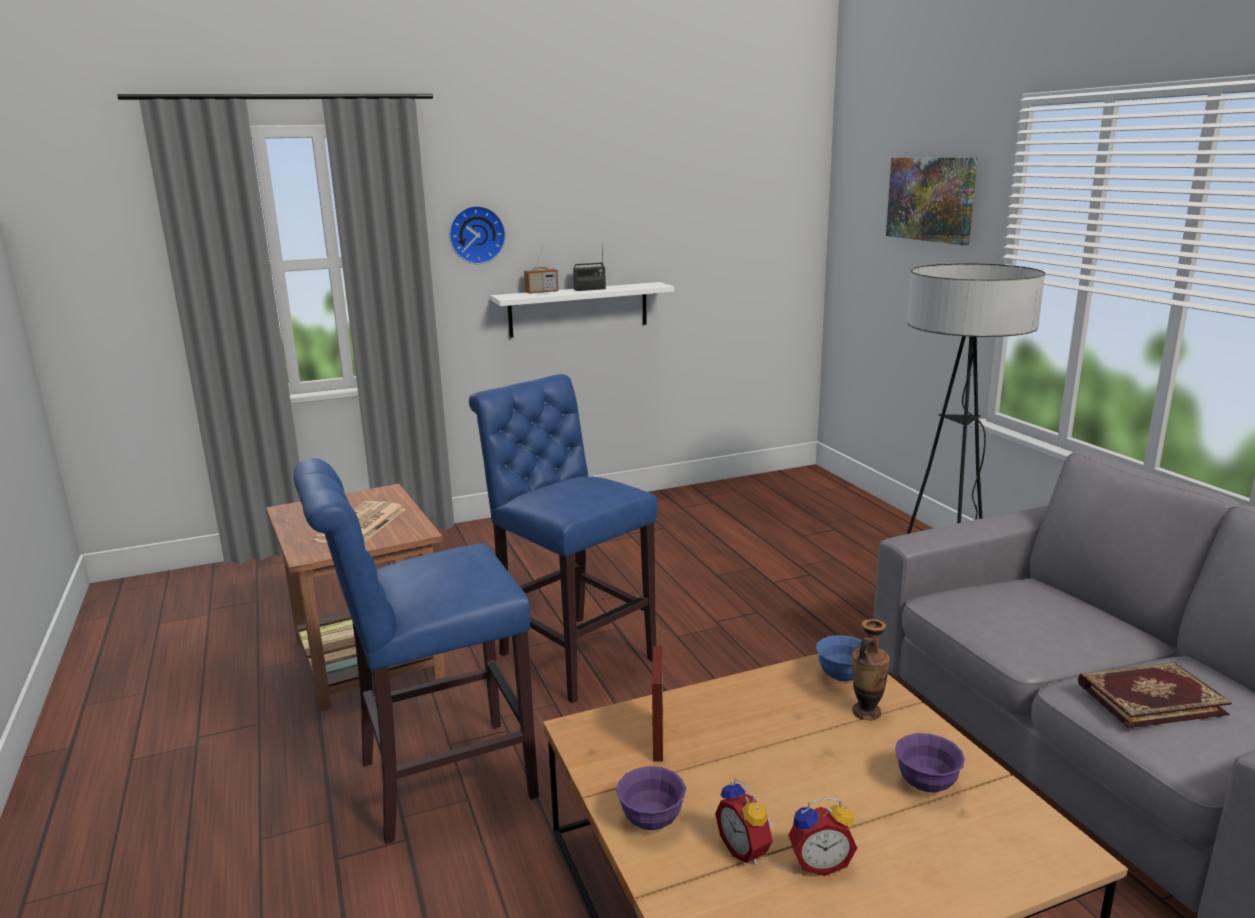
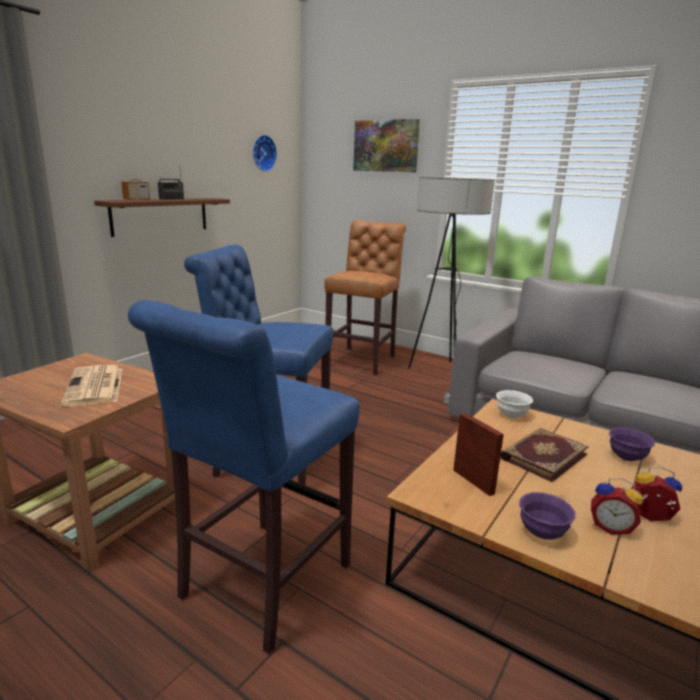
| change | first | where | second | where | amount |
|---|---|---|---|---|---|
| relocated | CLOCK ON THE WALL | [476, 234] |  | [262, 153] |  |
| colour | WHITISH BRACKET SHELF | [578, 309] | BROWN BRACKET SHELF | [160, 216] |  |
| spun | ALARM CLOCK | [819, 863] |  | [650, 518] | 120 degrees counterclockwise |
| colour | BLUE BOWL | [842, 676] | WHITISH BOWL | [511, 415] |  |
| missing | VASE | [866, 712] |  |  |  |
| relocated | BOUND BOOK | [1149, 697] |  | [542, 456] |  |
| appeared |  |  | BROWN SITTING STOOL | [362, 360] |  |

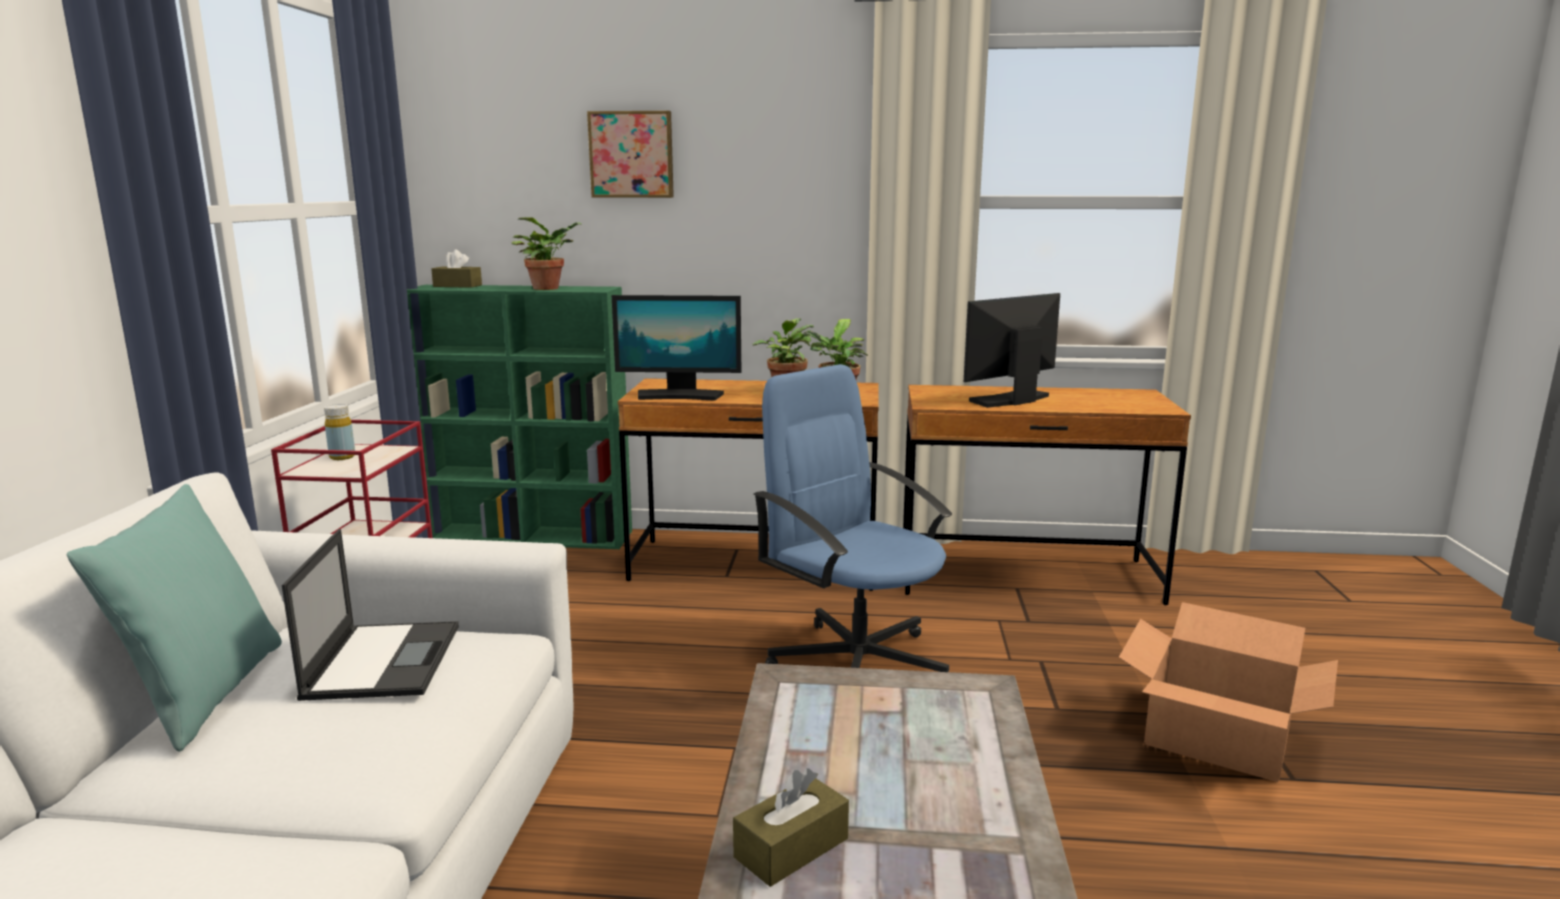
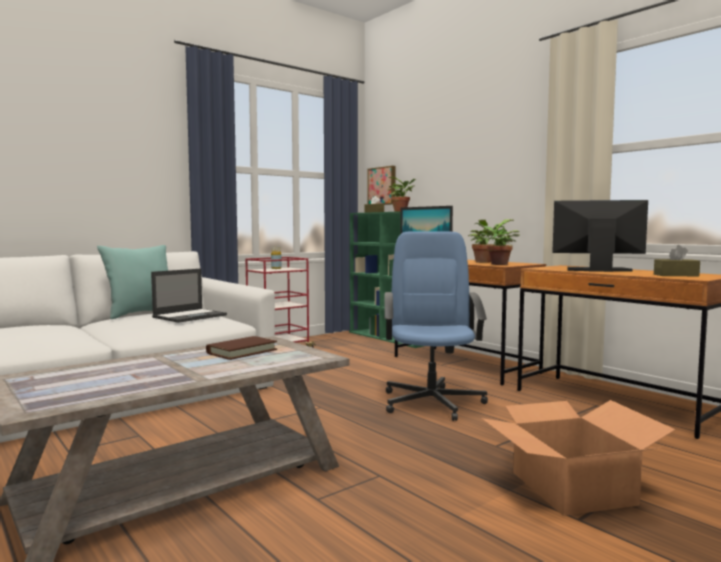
| change | first | where | second | where | amount |
|---|---|---|---|---|---|
| relocated | WALL ART | [632, 155] |  | [382, 186] |  |
| relocated | BROWN TISSUE BOX | [791, 848] |  | [676, 275] |  |
| appeared |  |  | BROWN BOUND BOOK | [242, 351] |  |

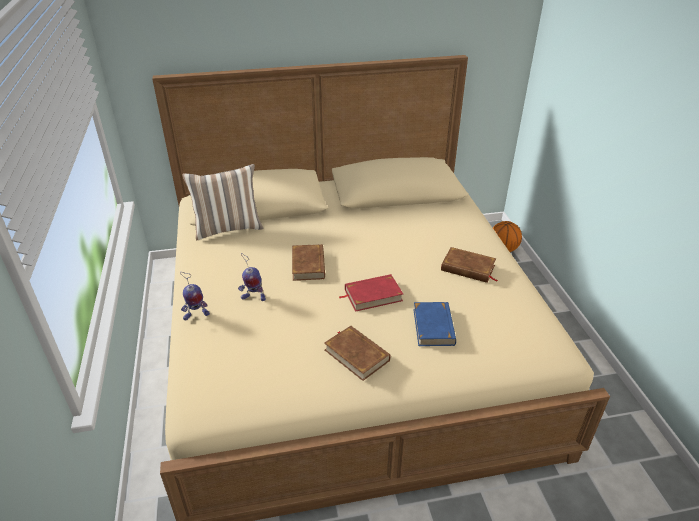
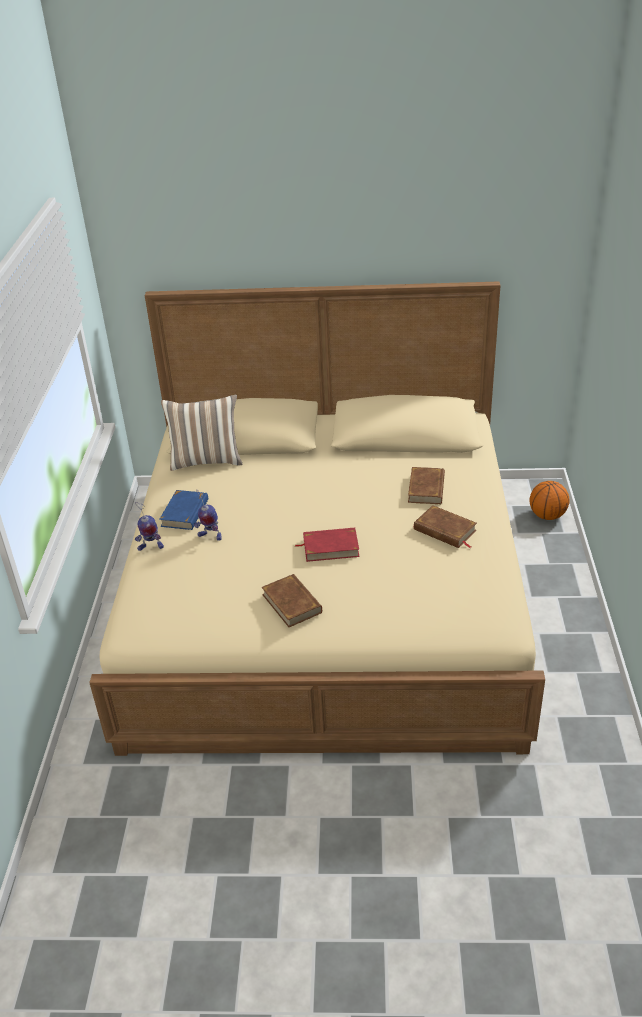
| change | first | where | second | where | amount |
|---|---|---|---|---|---|
| relocated | BROWN BOUND BOOK | [308, 265] |  | [426, 488] |  |
| relocated | BLUE BOUND BOOK | [434, 326] |  | [185, 513] |  |

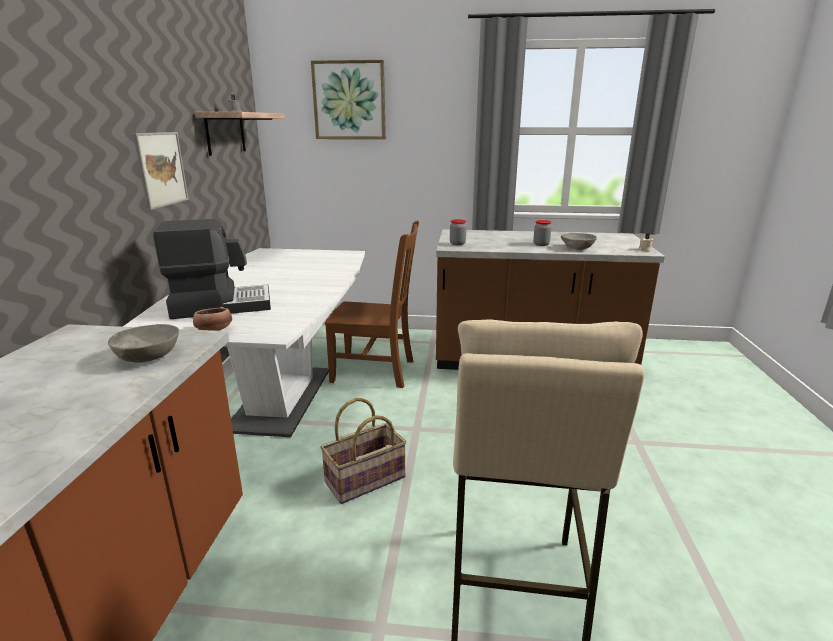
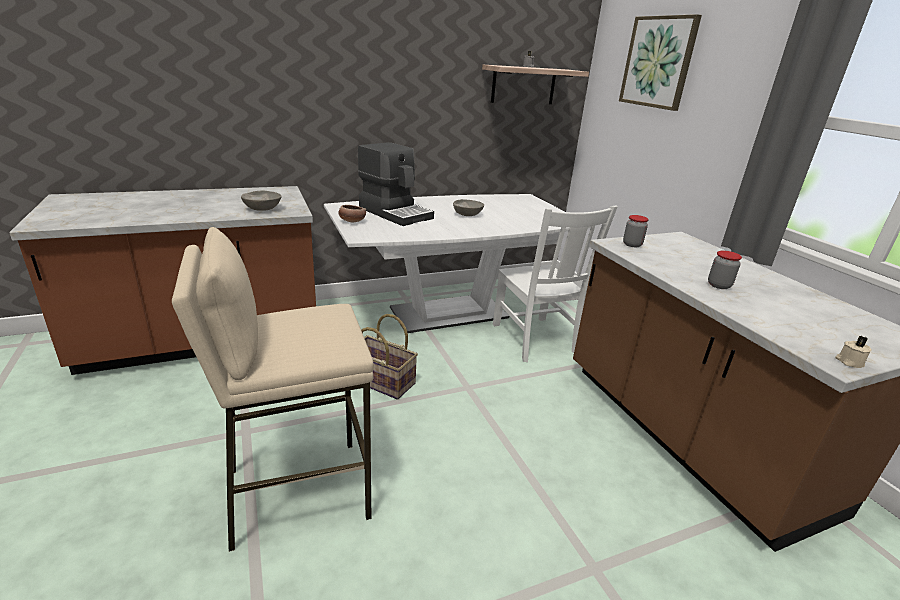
| change | first | where | second | where | amount |
|---|---|---|---|---|---|
| missing | WALL ART | [161, 169] |  |  |  |
| colour | BROWN UPRIGHT CHAIR | [376, 371] | WHITISH UPRIGHT CHAIR | [535, 340] |  |
| relocated | GREY BOWL | [577, 248] |  | [467, 215] |  |

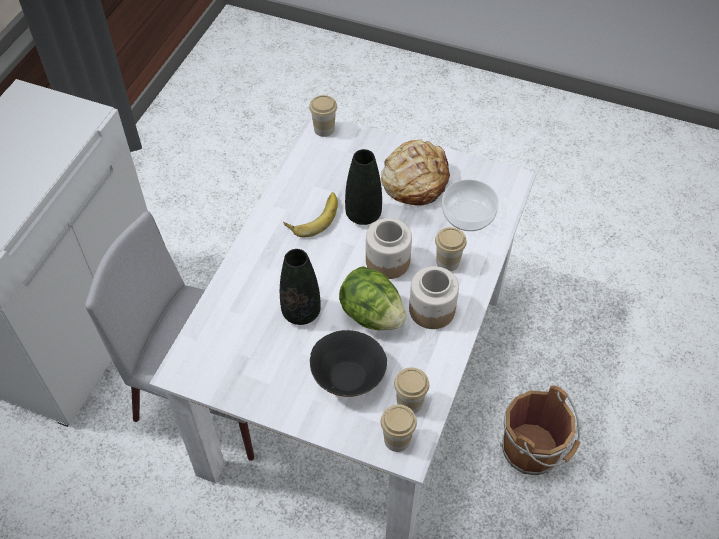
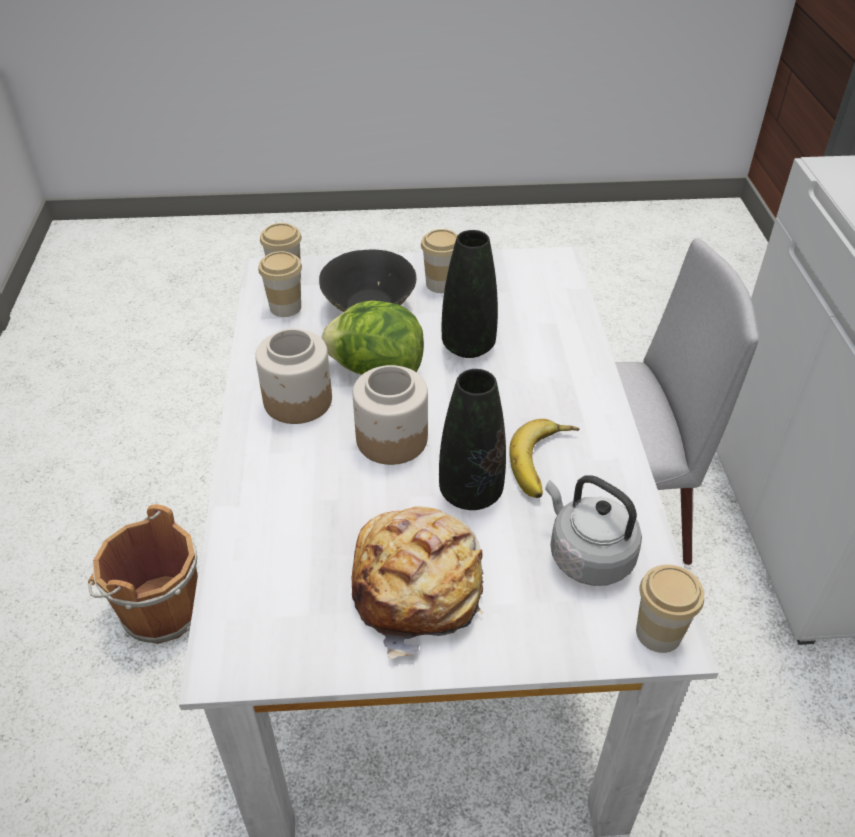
| change | first | where | second | where | amount |
|---|---|---|---|---|---|
| relocated | SMALL CUP | [447, 262] |  | [441, 284] |  |
| missing | BOWL | [468, 215] |  |  |  |
| appeared |  |  | GREY WATER KETTLE | [587, 555] |  |

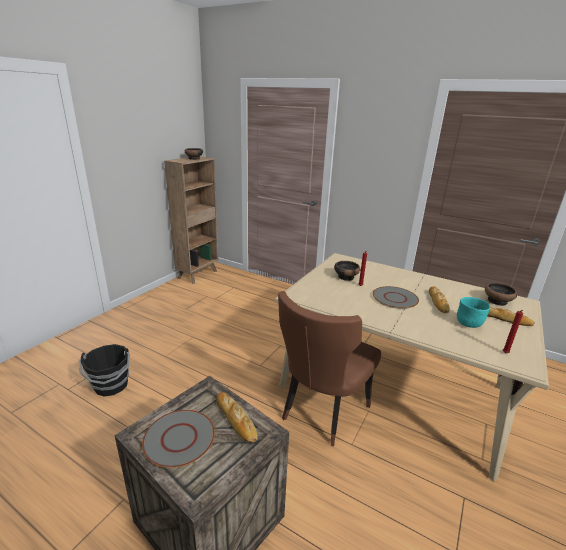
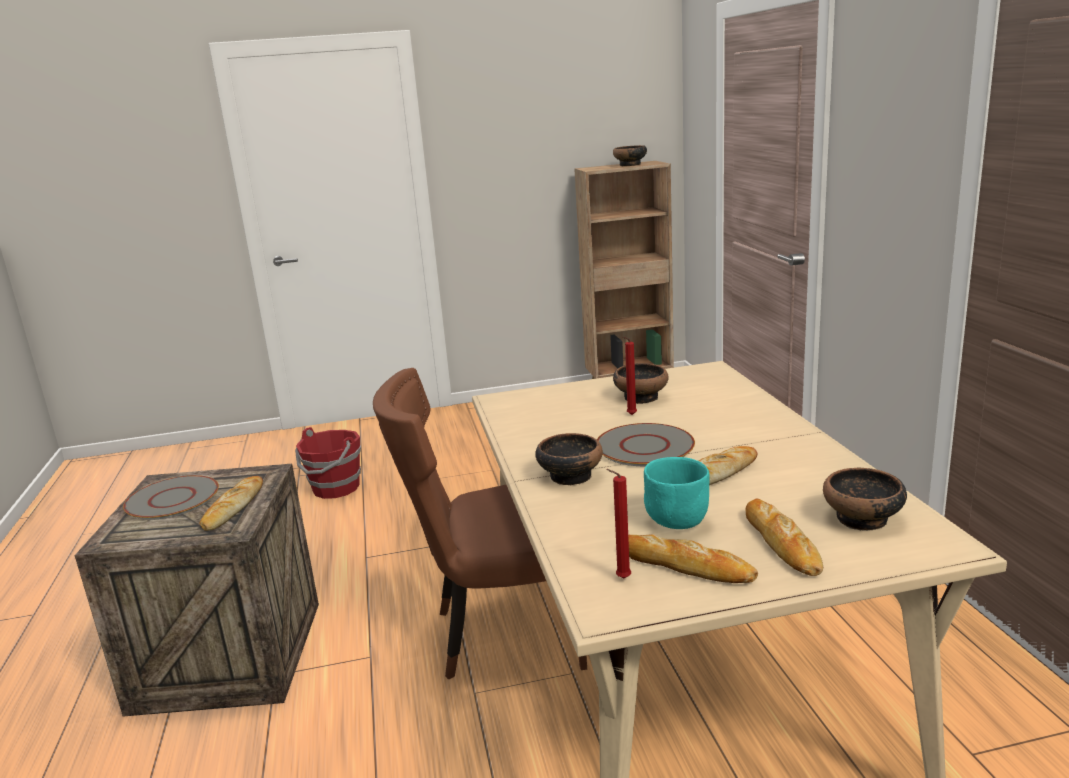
| change | first | where | second | where | amount |
|---|---|---|---|---|---|
| colour | BLACK-COLOURED PAIL | [111, 386] | RED-COLOURED PAIL | [335, 488] |  |
| appeared |  |  | BOWL | [570, 476] |  |
| appeared |  |  | BREAD | [686, 566] |  |

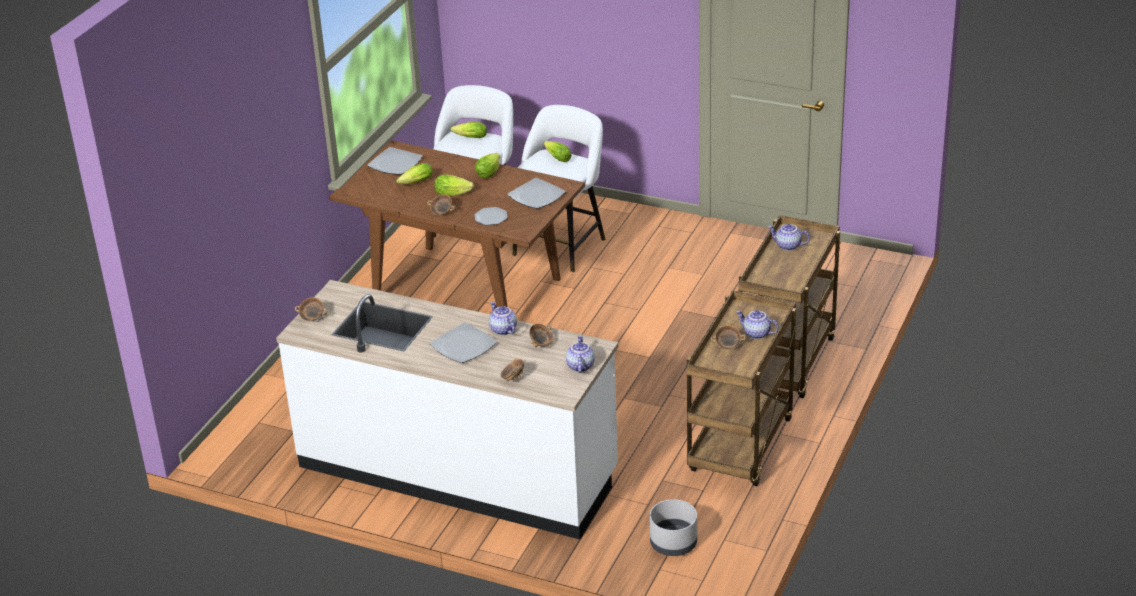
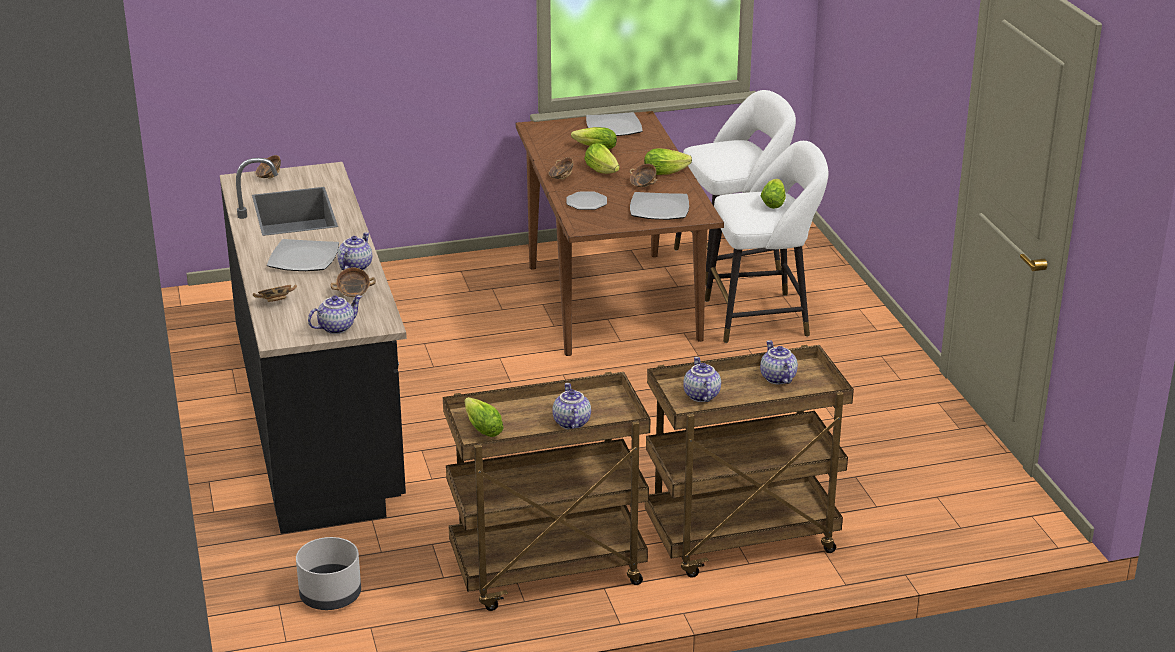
| change | first | where | second | where | amount |
|---|---|---|---|---|---|
| colour | WHITISH KITCHEN COUNTER | [458, 470] | BLACK-COLOURED KITCHEN COUNTER | [320, 419] |  |
| relocated | LETTUCE | [469, 137] |  | [481, 427] |  |
| relocated | BOWL | [728, 346] |  | [643, 185] |  |
| appeared |  |  | POT FOR TEA | [700, 395] |  |

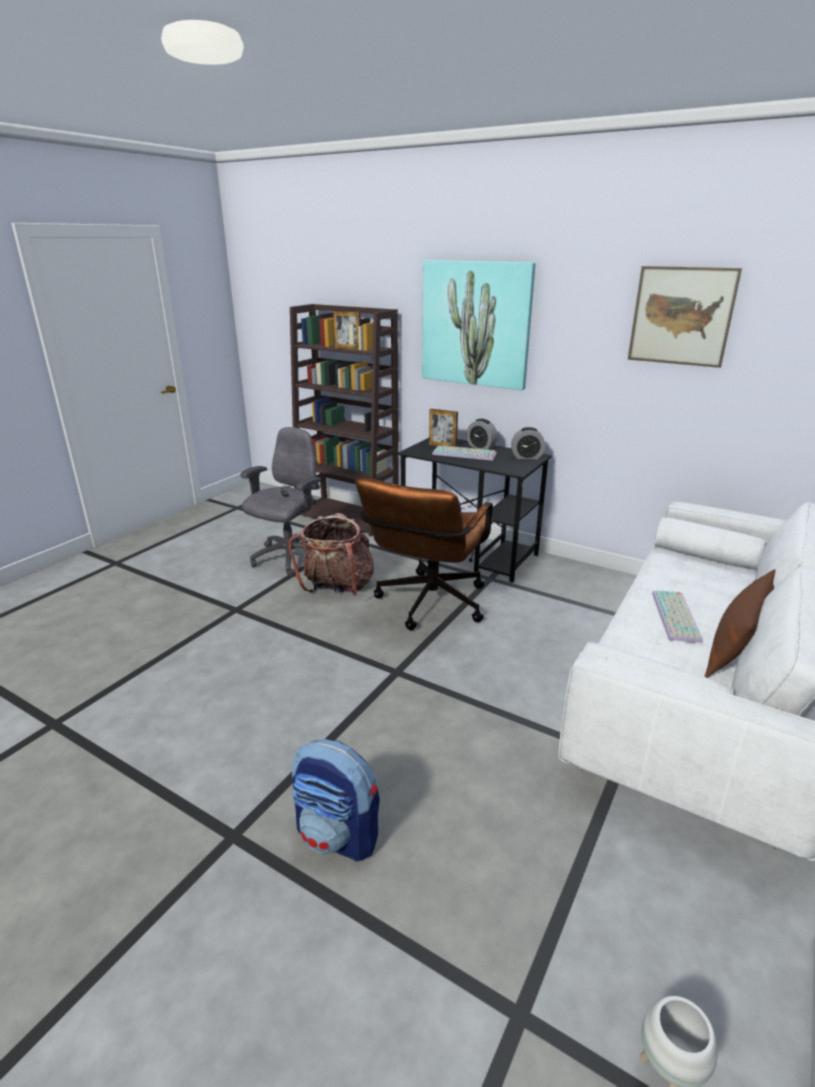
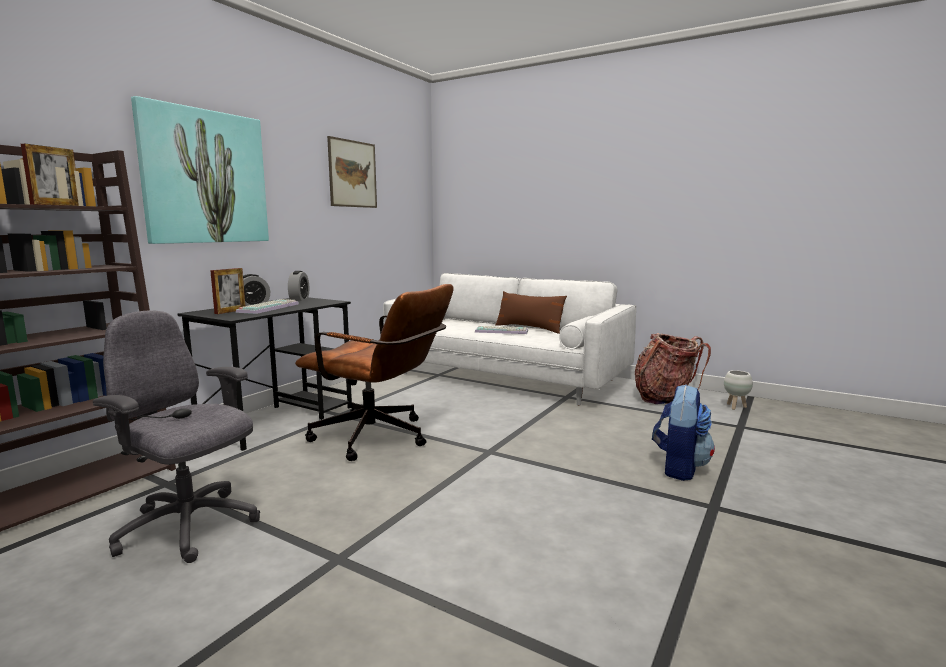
| change | first | where | second | where | amount |
|---|---|---|---|---|---|
| relocated | RUCKSACK | [337, 587] |  | [665, 398] |  |

